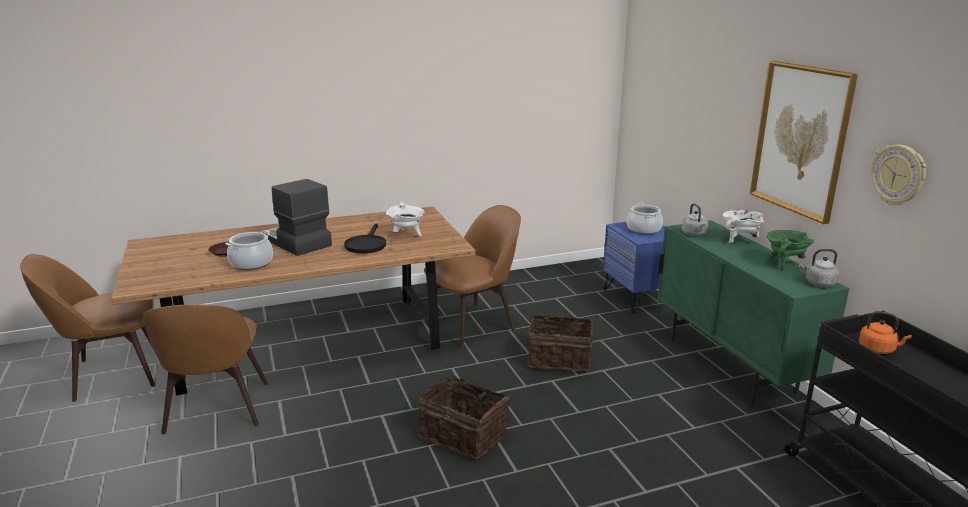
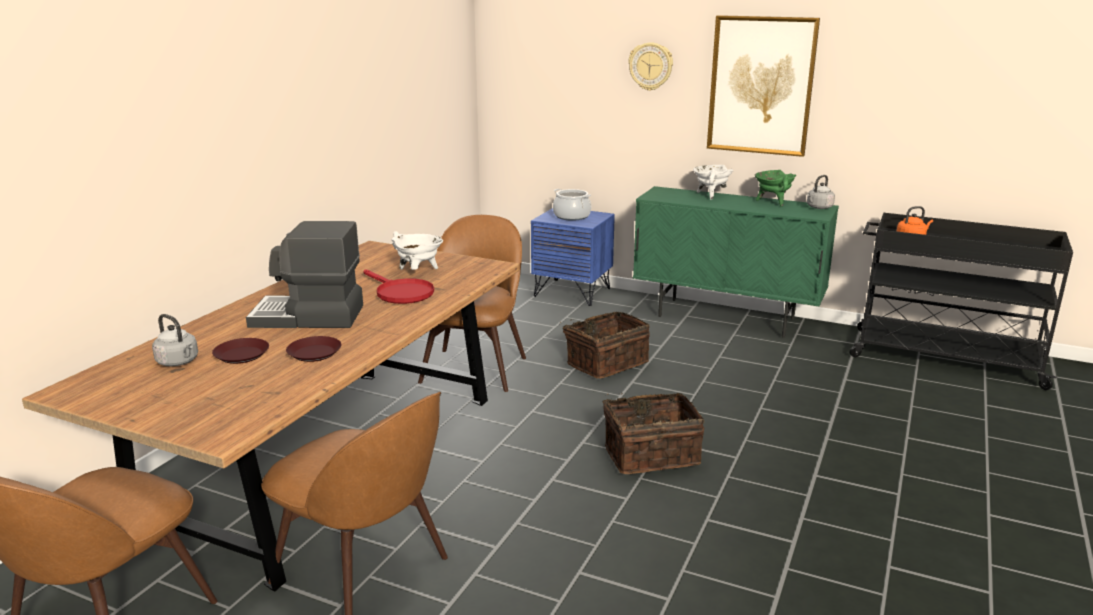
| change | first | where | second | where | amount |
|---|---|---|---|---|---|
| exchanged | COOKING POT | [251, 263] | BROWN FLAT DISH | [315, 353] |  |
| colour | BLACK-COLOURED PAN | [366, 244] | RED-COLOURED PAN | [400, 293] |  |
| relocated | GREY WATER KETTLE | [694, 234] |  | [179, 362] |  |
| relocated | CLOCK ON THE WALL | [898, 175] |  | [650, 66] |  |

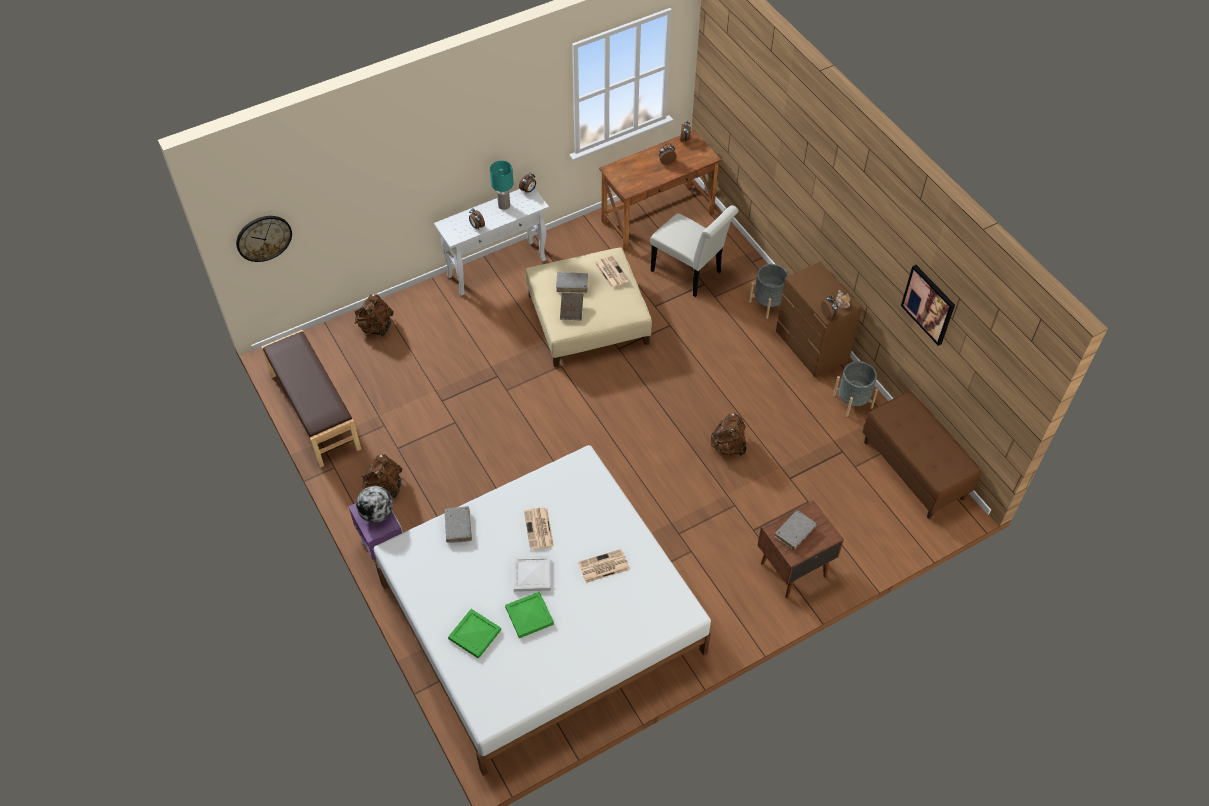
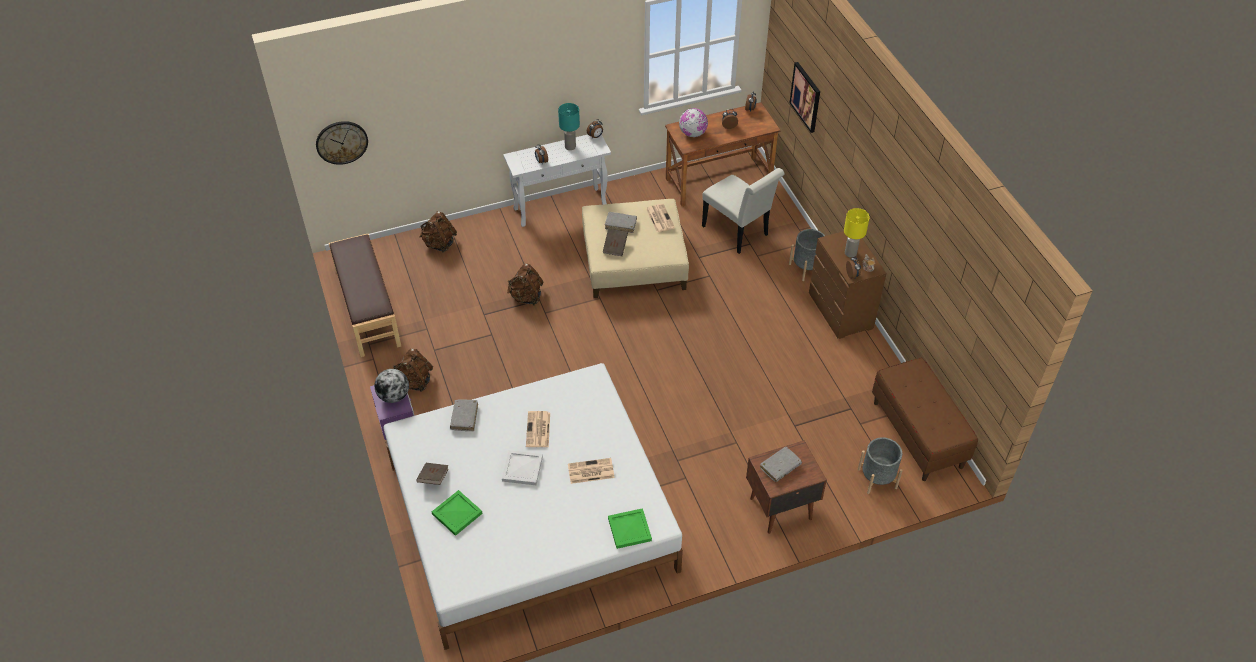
| change | first | where | second | where | amount |
|---|---|---|---|---|---|
| relocated | GREEN-COLOURED SERVING TRAY | [529, 616] |  | [629, 530] |  |
| relocated | BROWN RUCKSACK | [728, 446] |  | [526, 297] |  |
| relocated | GREY FLOWER POT | [852, 401] |  | [877, 478] |  |
| relocated | WALL ART | [928, 304] |  | [806, 97] |  |
| appeared |  |  | BROWN BOUND BOOK | [433, 478] |  |
| appeared |  |  | GLOBE | [693, 134] |  |
| appeared |  |  | YELLOW TABLE LAMP | [850, 253] |  |

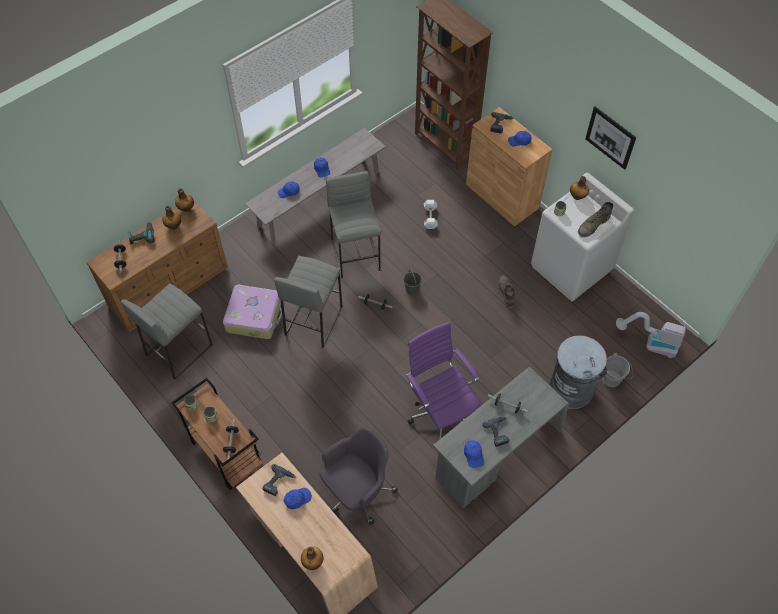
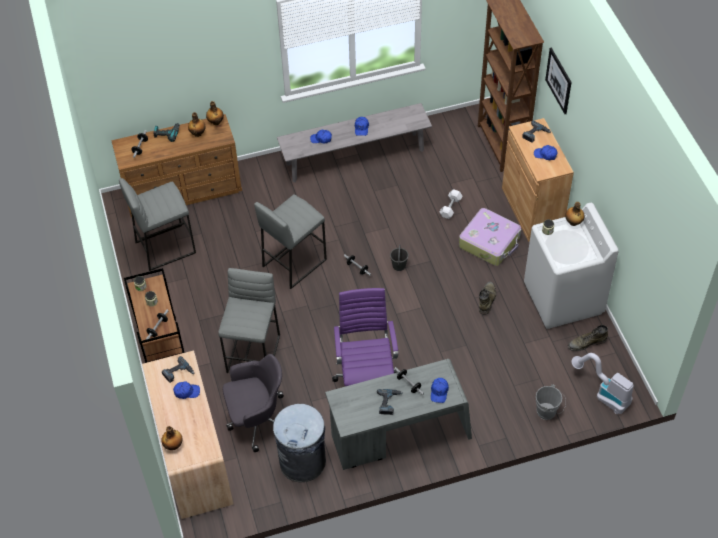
| change | first | where | second | where | amount |
|---|---|---|---|---|---|
| relocated | SUITCASE | [254, 316] |  | [490, 242] |  |
| relocated | GREY SITTING STOOL | [356, 255] |  | [254, 354] |  |
| relocated | BLUE CAP | [473, 455] |  | [439, 392] |  |
| relocated | GREY TRASH CAN | [571, 389] |  | [303, 461] |  |
| relocated | GREEN-COLOURED HIGH-TOP BOOT | [593, 225] |  | [586, 343] |  |
| relocated | WALL ART | [610, 137] |  | [558, 80] |  |

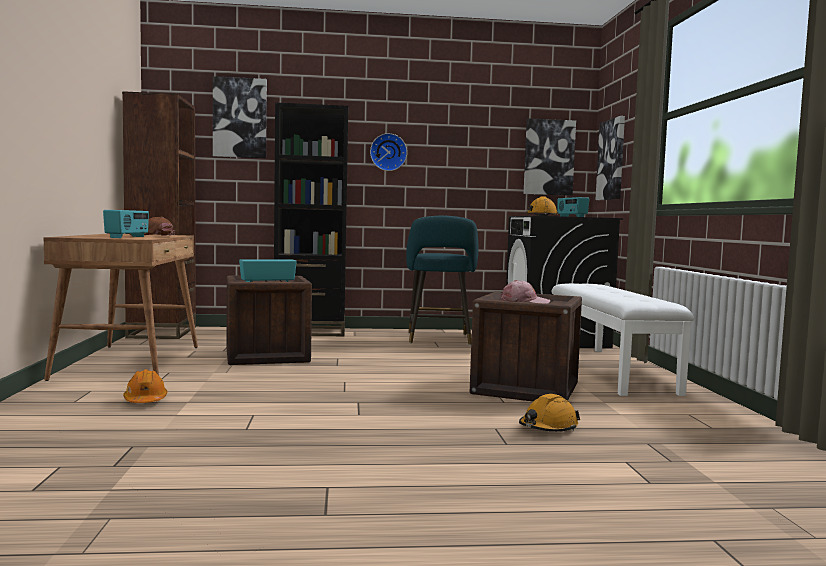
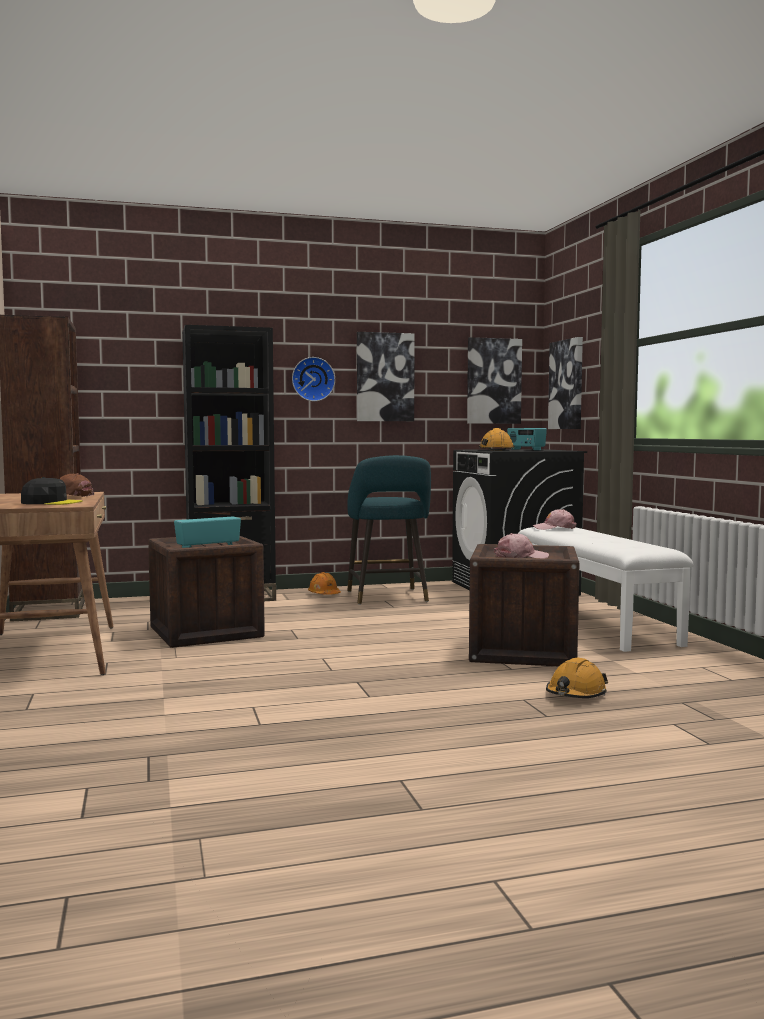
| change | first | where | second | where | amount |
|---|---|---|---|---|---|
| exchanged | RADIO RECEIVER | [127, 237] | BLACK-COLOURED CAP | [51, 502] |  |
| relocated | ORANGEY HARD HAT | [145, 400] |  | [324, 594] |  |
| relocated | WALL ART | [240, 118] |  | [385, 377] |  |
| appeared |  |  | PINKISH CAP | [554, 528] |  |

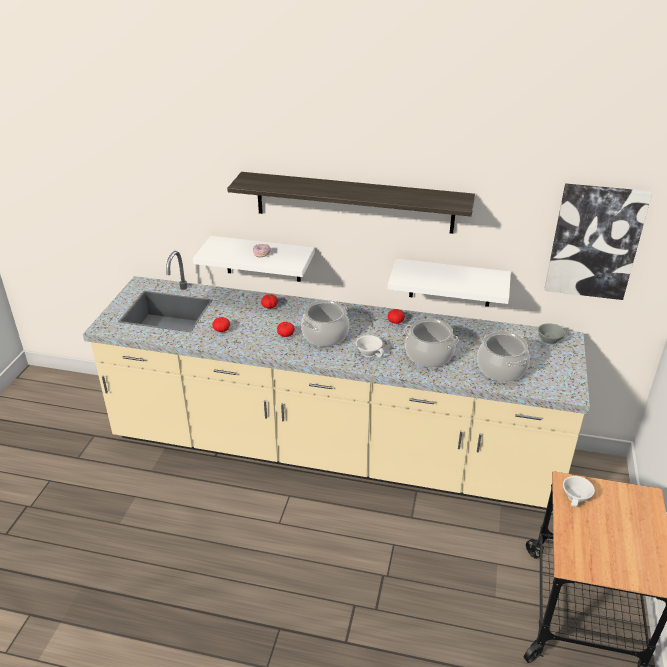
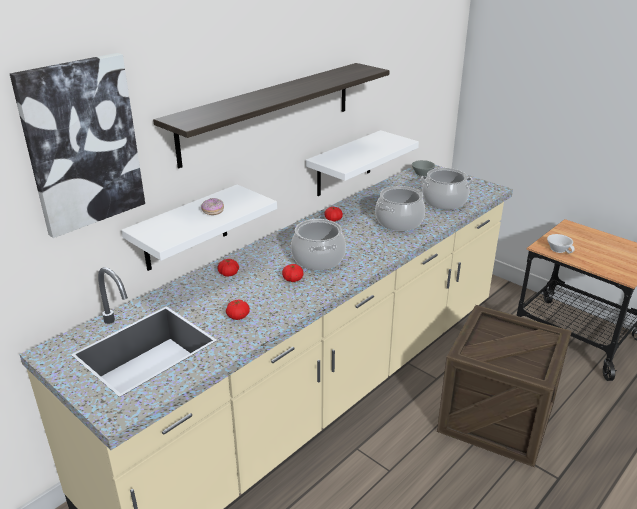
| change | first | where | second | where | amount |
|---|---|---|---|---|---|
| missing | WHITISH SMALL CUP | [370, 352] |  |  |  |
| relocated | WALL ART | [594, 241] |  | [82, 144] |  |
| appeared |  |  | SHIPPING CRATE | [496, 417] |  |

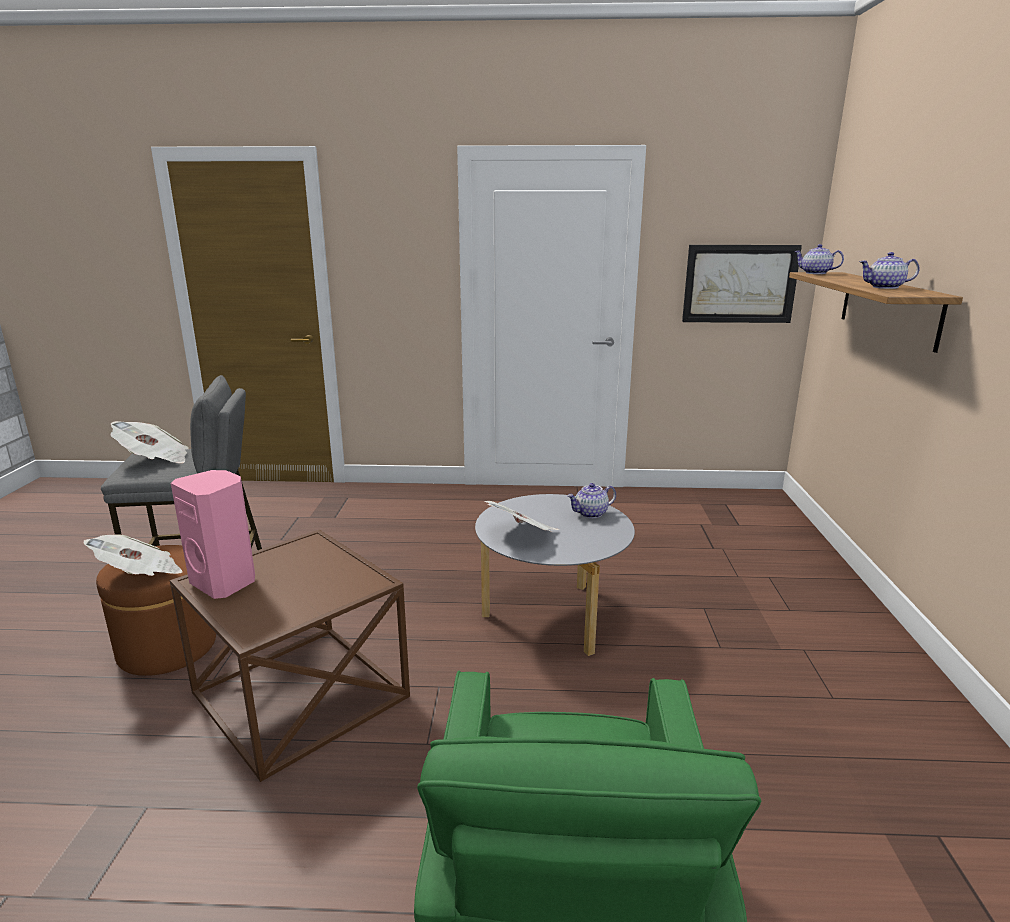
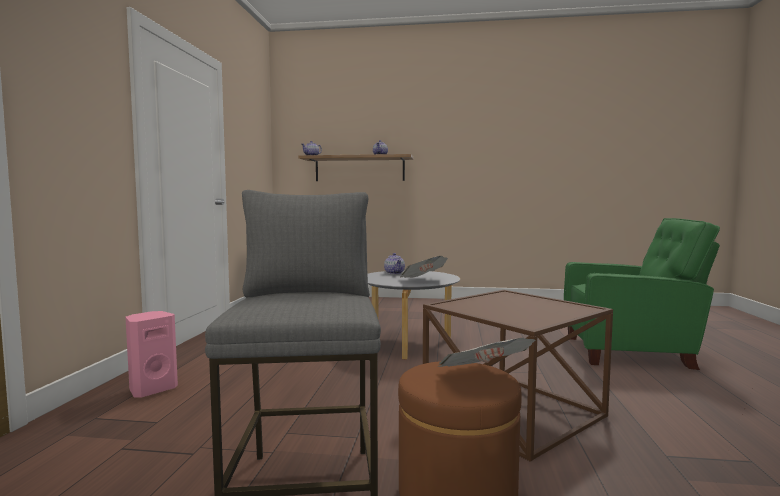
| change | first | where | second | where | amount |
|---|---|---|---|---|---|
| missing | DAILY PAPER | [155, 459] |  |  |  |
| relocated | PINKISH AUDIO SPEAKER | [225, 582] |  | [152, 389] |  |
| missing | WALL ART | [739, 284] |  |  |  |

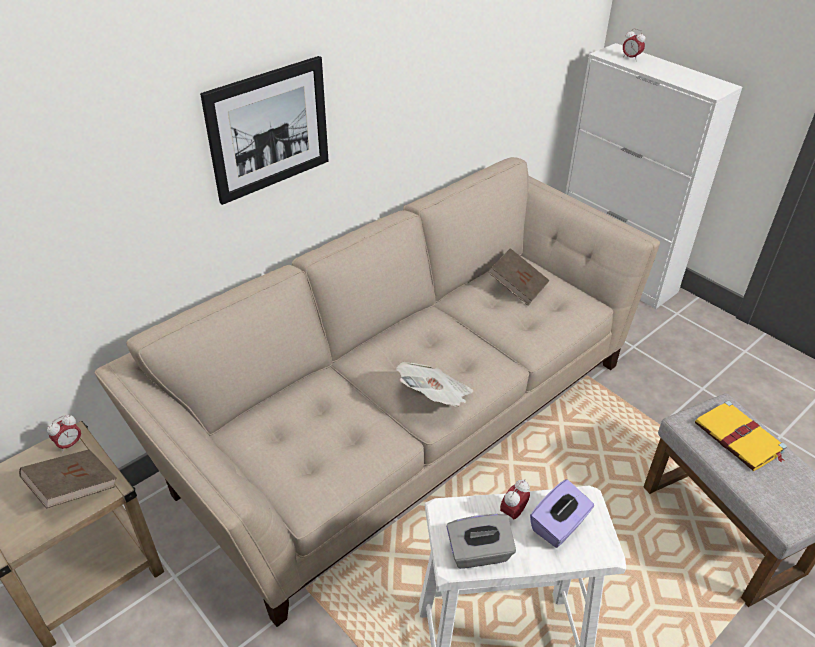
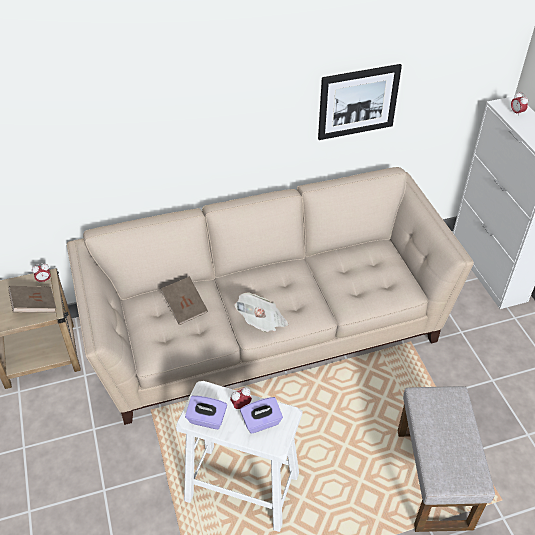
| change | first | where | second | where | amount |
|---|---|---|---|---|---|
| relocated | WALL ART | [269, 129] |  | [358, 102] |  |
| colour | GREY TISSUE BOX | [479, 553] | PURPLE-COLOURED TISSUE BOX | [207, 419] |  |
| relocated | BROWN BOUND BOOK | [517, 287] |  | [185, 307] |  |
| missing | YELLOW BOUND BOOK | [740, 438] |  |  |  |

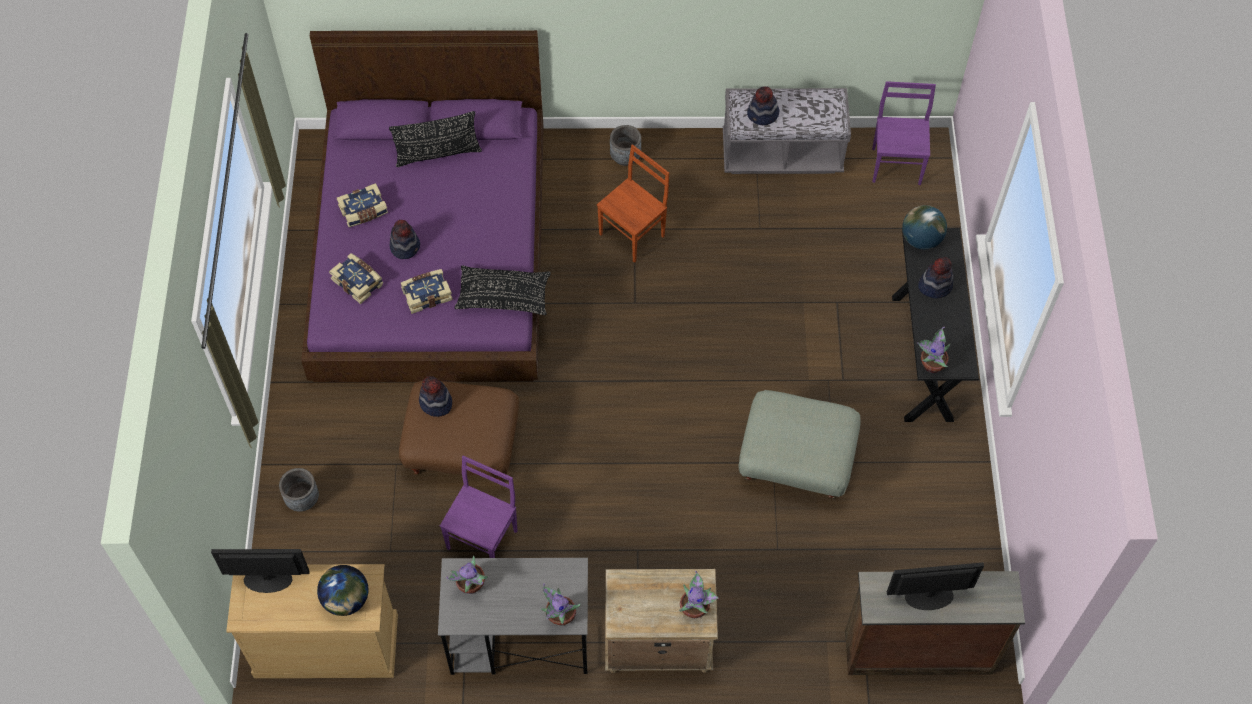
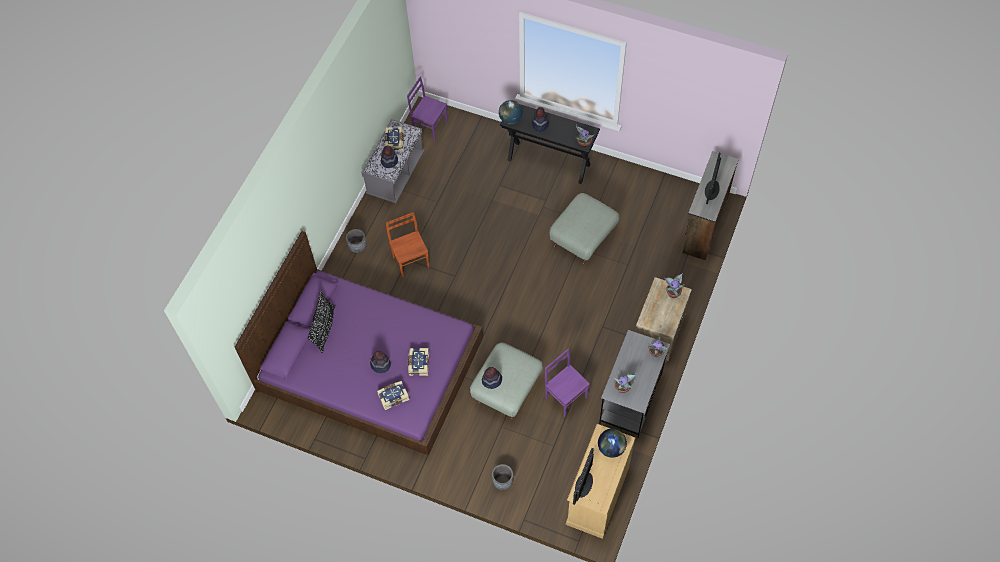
| change | first | where | second | where | amount |
|---|---|---|---|---|---|
| relocated | BOUND BOOK | [364, 211] |  | [395, 141] |  |
| colour | BROWN POUFFE | [464, 448] | GREY POUFFE | [506, 389] |  |
| missing | BLACK-COLOURED PILLOW | [503, 296] |  |  |  |

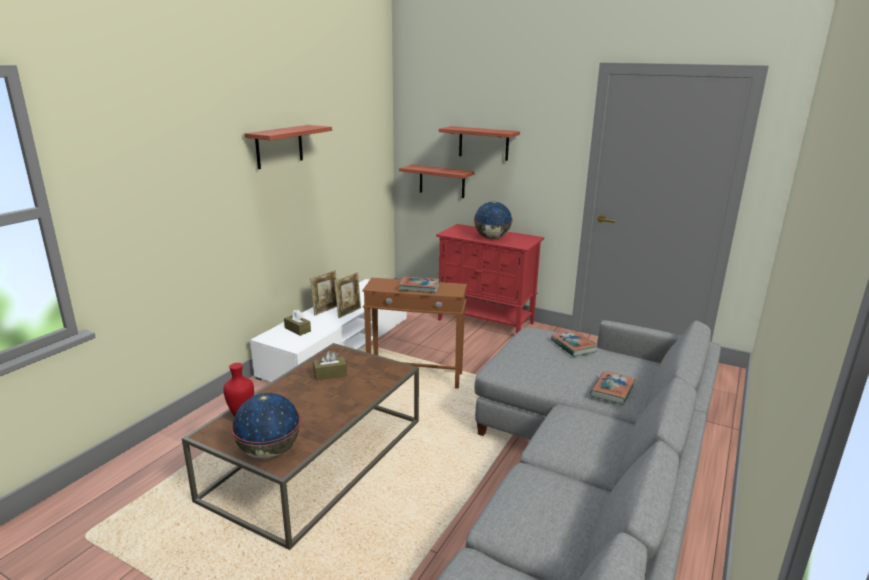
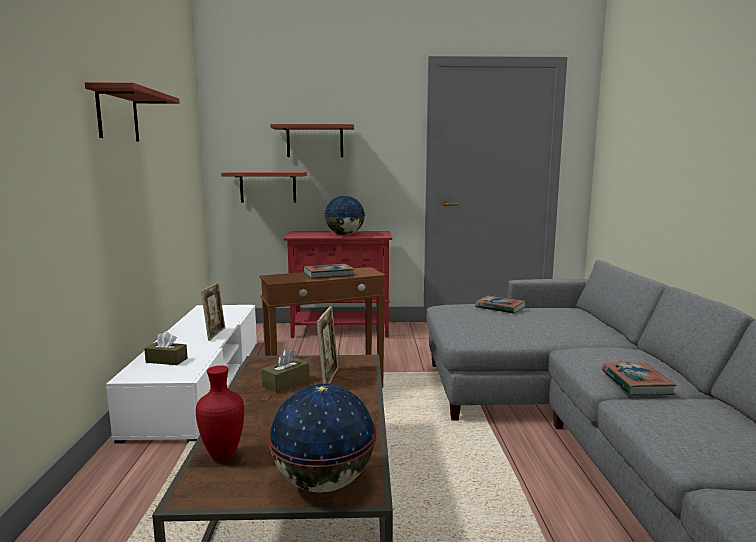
| change | first | where | second | where | amount |
|---|---|---|---|---|---|
| relocated | PICTURE FRAME | [326, 310] |  | [328, 378] |  |
| relocated | BOUND BOOK | [612, 390] |  | [636, 383] |  |

